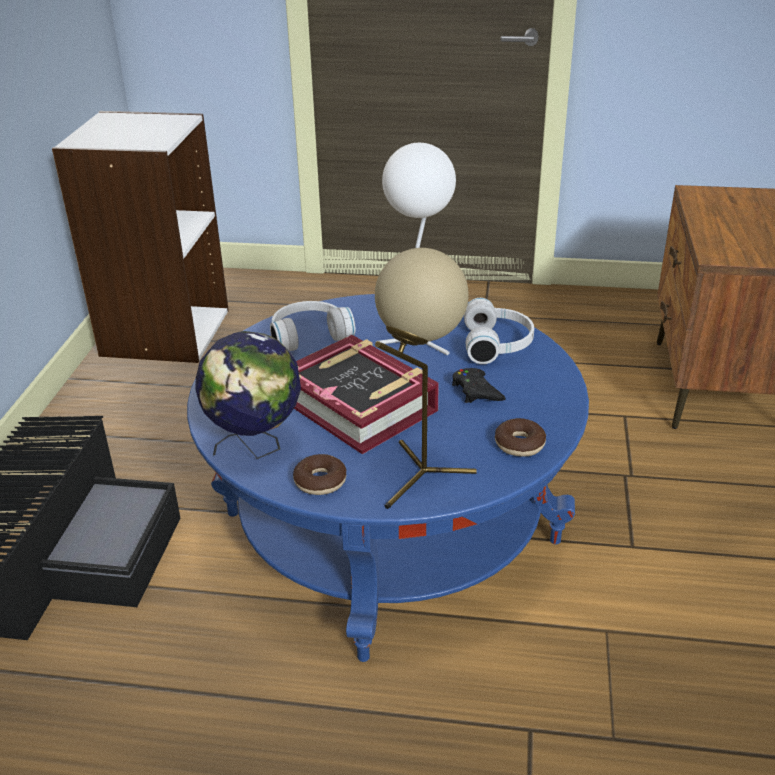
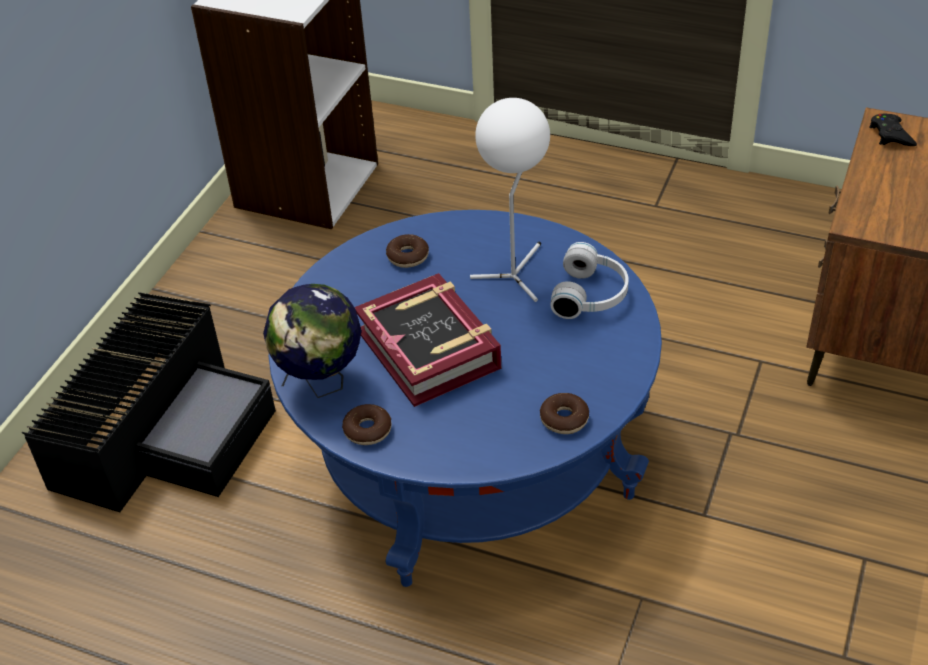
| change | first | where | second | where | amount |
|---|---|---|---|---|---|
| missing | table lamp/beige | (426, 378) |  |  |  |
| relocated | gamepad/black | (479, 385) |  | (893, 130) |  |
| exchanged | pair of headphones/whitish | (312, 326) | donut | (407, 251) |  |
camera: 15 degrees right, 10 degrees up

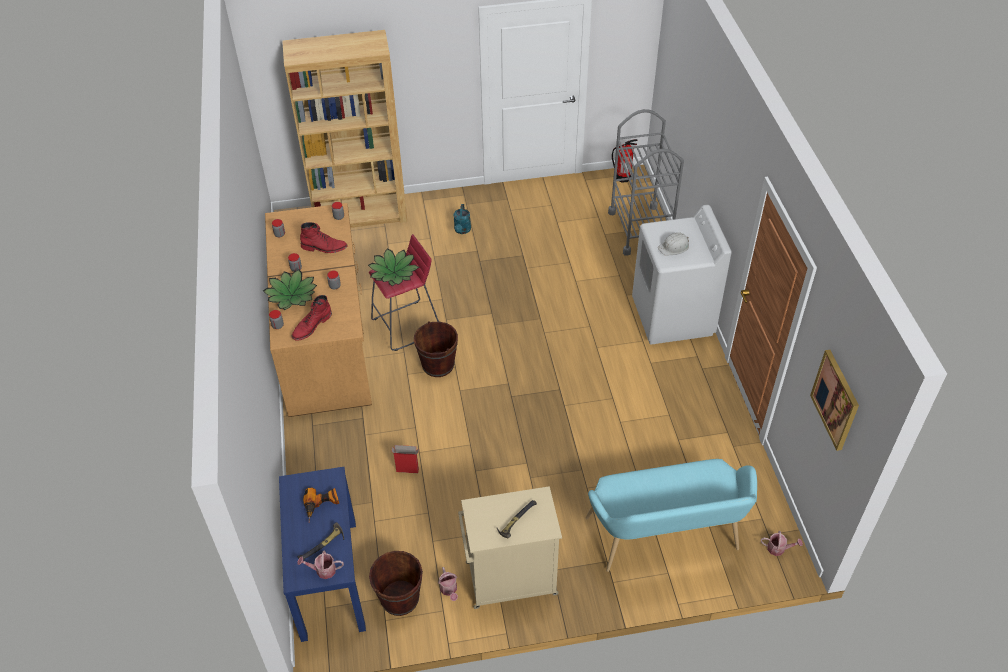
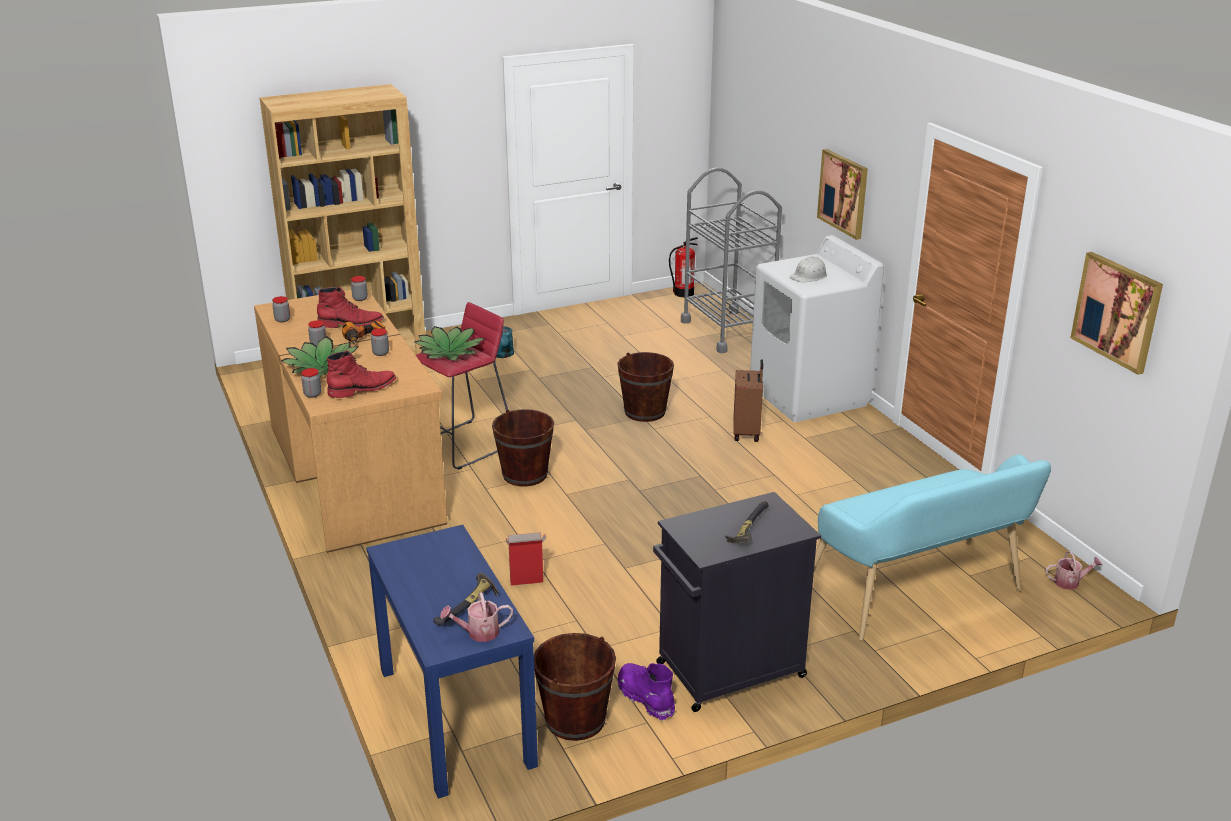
| change | first | where | second | where | amount |
|---|---|---|---|---|---|
| appeared |  |  | bucket/brown | (645, 387) |  |
| appeared |  |  | suitcase/brown | (748, 400) |  |
| appeared |  |  | picture | (842, 194) |  |
| relocated | power drill | (321, 505) |  | (363, 332) |  |
| exchanged | watering can | (448, 584) | boot/purple-coloured | (646, 692) |  |
| colour | storage cabinet/beige | (510, 547) | storage cabinet/black | (737, 602) |  |
| spun | boot/red-coloured | (312, 318) |  | (361, 374) | 150 degrees counterclockwise |
camera: 15 degrees left, 20 degrees down

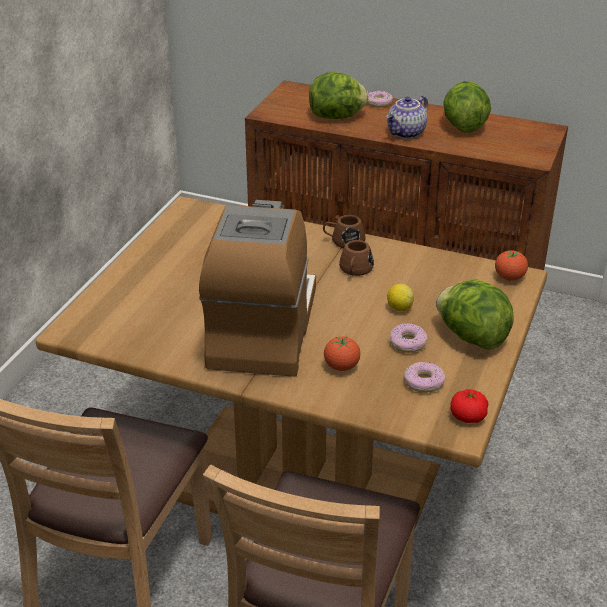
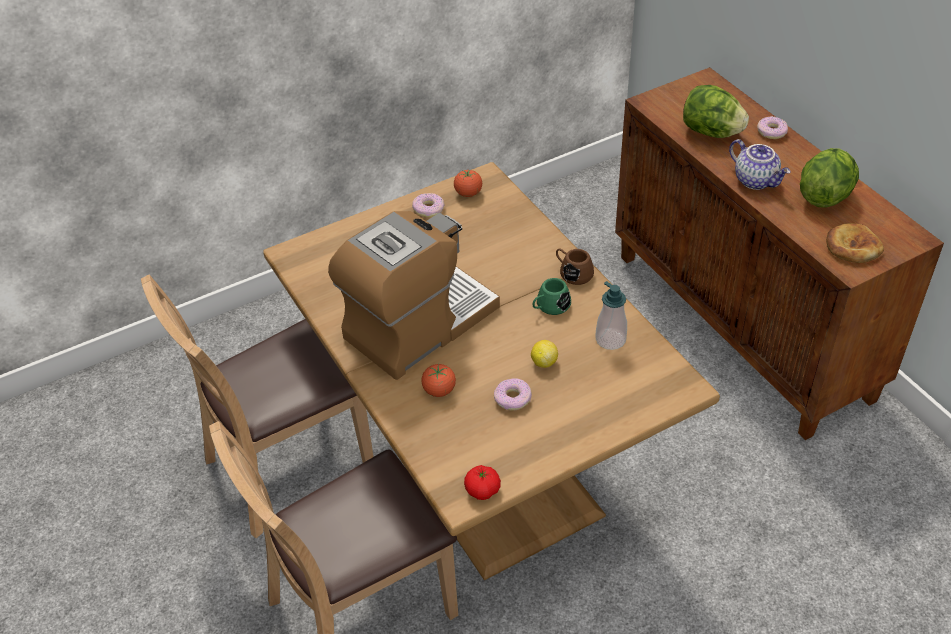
| change | first | where | second | where | amount |
|---|---|---|---|---|---|
| missing | lettuce | (475, 314) |  |  |  |
| appeared |  |  | soap dispenser | (611, 315) |  |
| appeared |  |  | bread | (855, 243) |  |
| relocated | donut | (425, 377) |  | (428, 205) |  |
| relocated | tomato | (511, 265) |  | (468, 183) |  |
| colour | coffee mug/brown | (356, 258) | coffee mug/greenish | (552, 296) |  |
| spun | teapot | (407, 117) |  | (760, 164) | 120 degrees counterclockwise |
camera: 40 degrees right, 10 degrees up

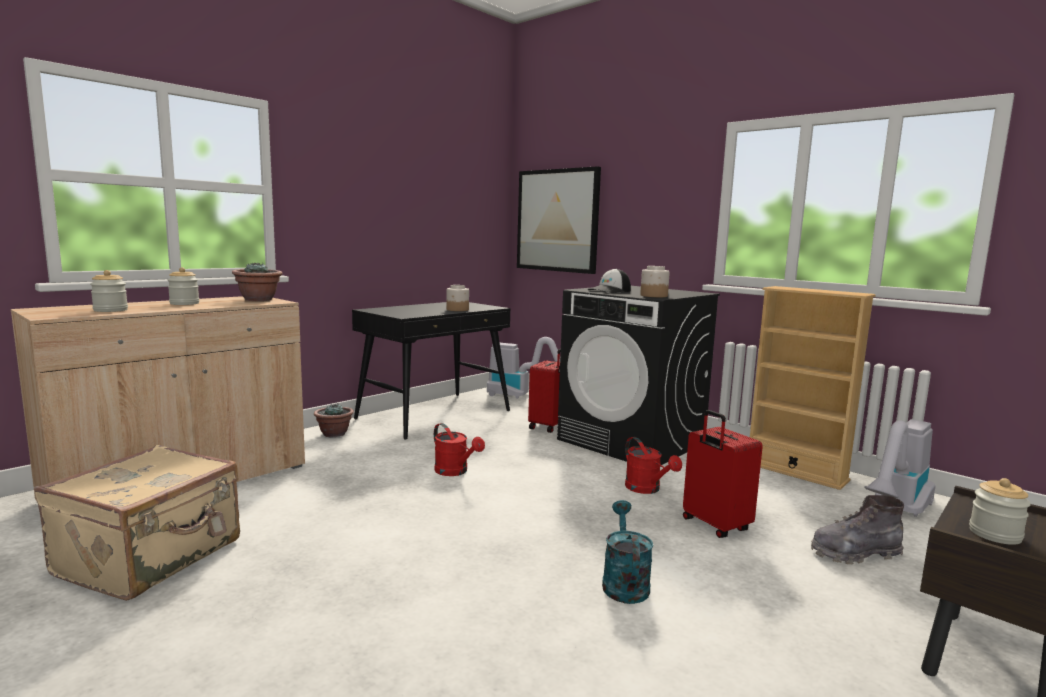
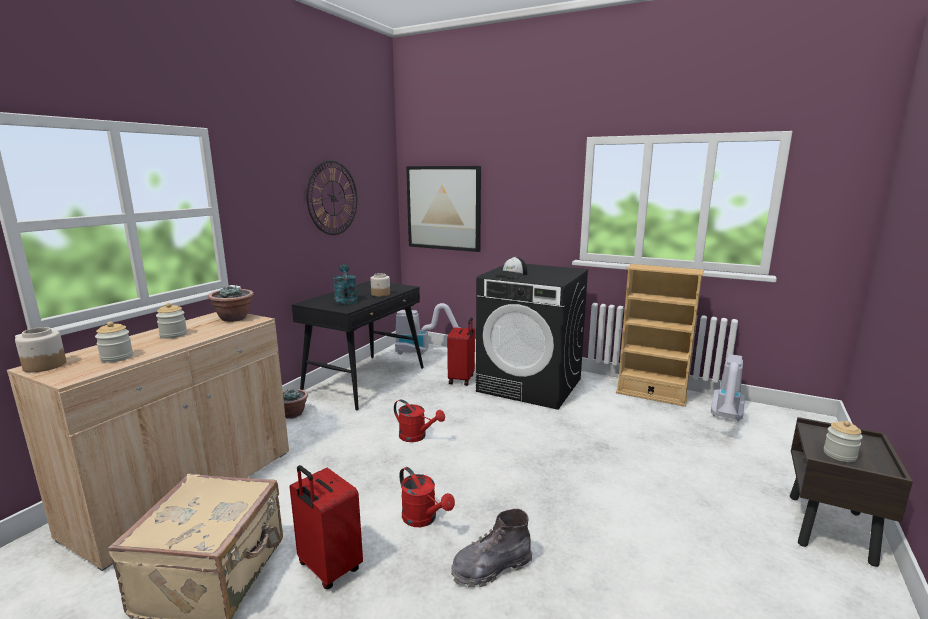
| change | first | where | second | where | amount |
|---|---|---|---|---|---|
| appeared |  |  | hanging clock | (331, 197) |  |
| relocated | watering can/turquoise-coloured | (627, 552) |  | (346, 284) |  |
| relocated | watering can/red-coloured | (653, 465) |  | (427, 497) |  |
| relocated | preserve jar | (655, 281) |  | (40, 349) |  |
| relocated | suitcase/red-coloured | (723, 474) |  | (326, 527) |  |
| relocated | boot/grey | (857, 530) |  | (492, 548) |  |
camera: 15 degrees left, 5 degrees up

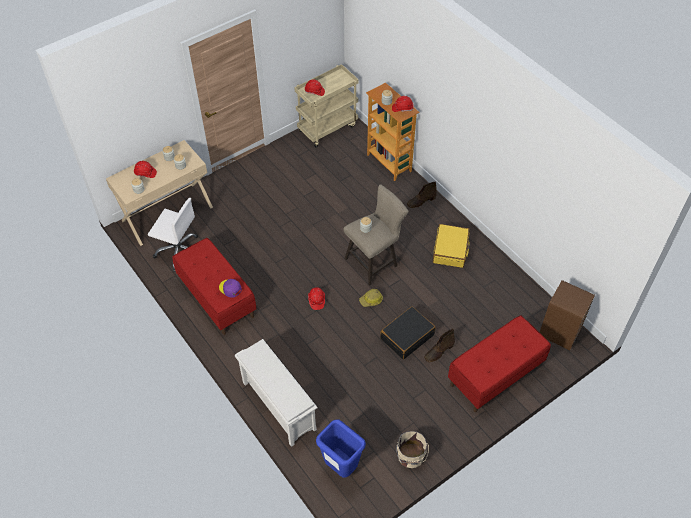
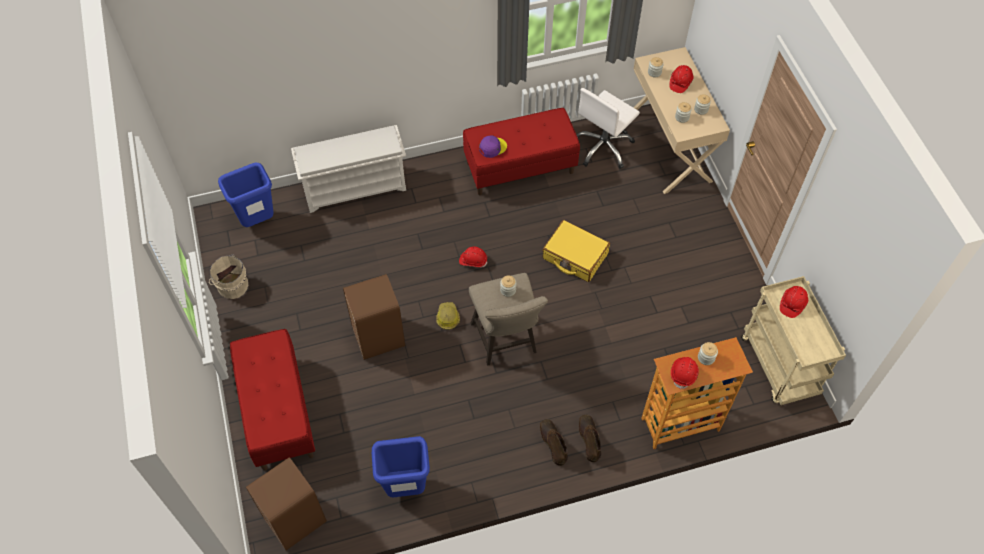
| change | first | where | second | where | amount |
|---|---|---|---|---|---|
| appeared |  |  | rubbish bin/blue-coloured | (401, 466) |  |
| relocated | boot/brown | (439, 345) |  | (554, 442) |  |
| relocated | suitcase/yellow | (451, 246) |  | (576, 251) |  |
| exchanged | suitcase/black | (407, 332) | rubbish bin/brown | (374, 317) |  |
camera: 110 degrees right, 5 degrees up

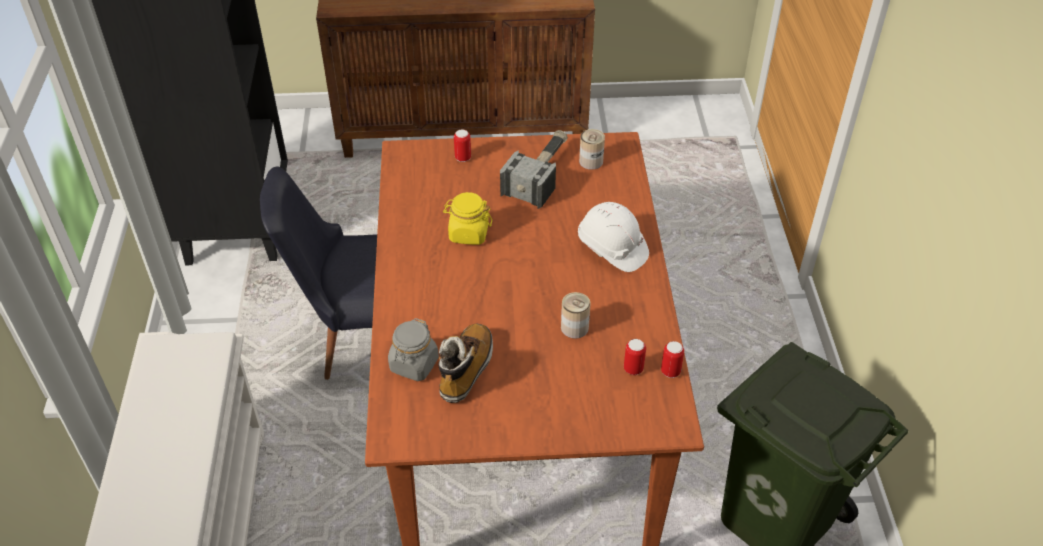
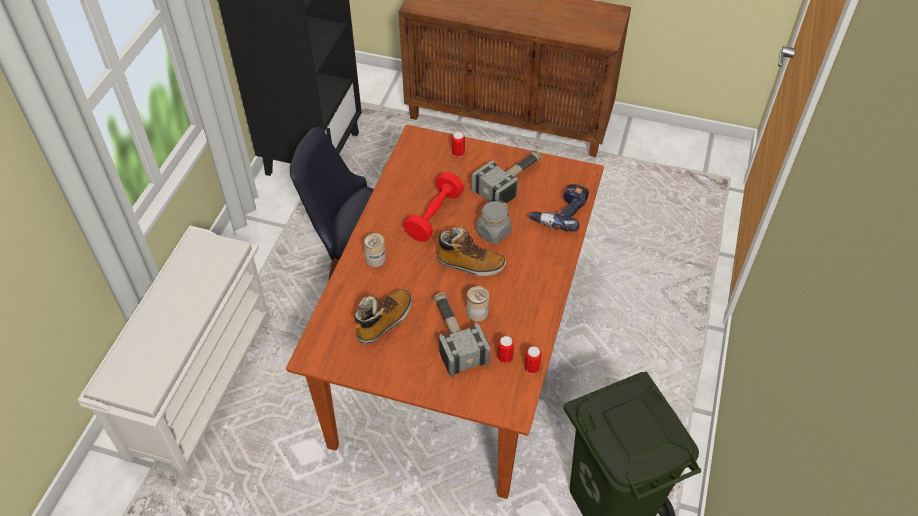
| change | first | where | second | where | amount |
|---|---|---|---|---|---|
| missing | safety helmet/whitish | (613, 237) |  |  |  |
| appeared |  |  | hammer | (461, 335) |  |
| appeared |  |  | boot | (471, 251) |  |
| appeared |  |  | power drill | (559, 208) |  |
| relocated | preserve jar/grey | (413, 349) |  | (494, 222) |  |
| relocated | metal can | (592, 149) |  | (374, 250) |  |
| exchanged | preserve jar/yellow | (467, 218) | hand weight/red-coloured | (433, 207) |  |
camera: 20 degrees right, 5 degrees up

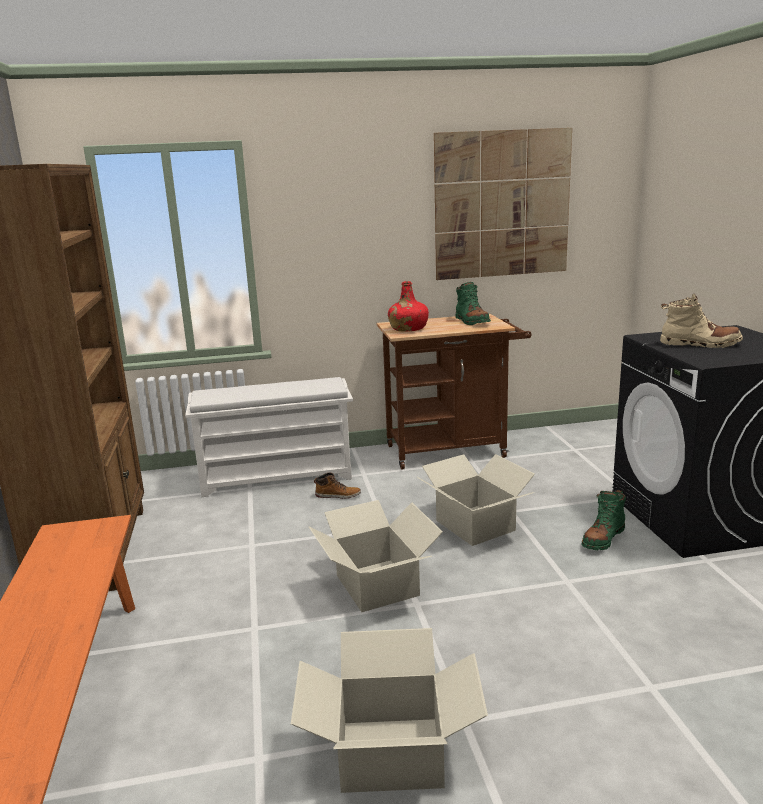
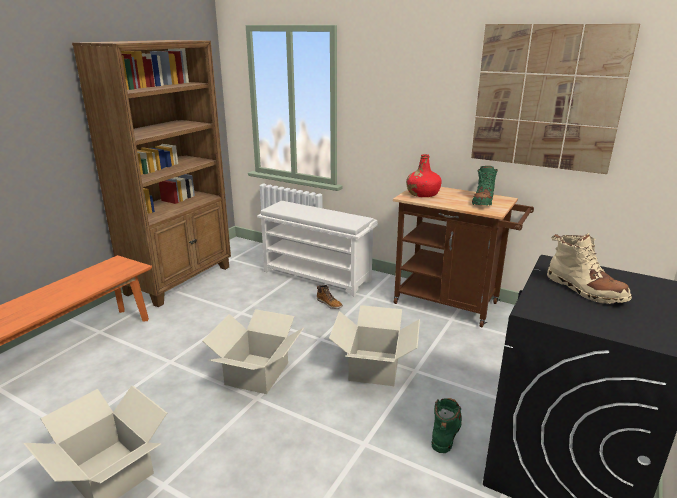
| change | first | where | second | where | amount |
|---|---|---|---|---|---|
| spun | boot/greenish | (603, 520) |  | (446, 425) | 120 degrees clockwise |
camera: 40 degrees right, 5 degrees up

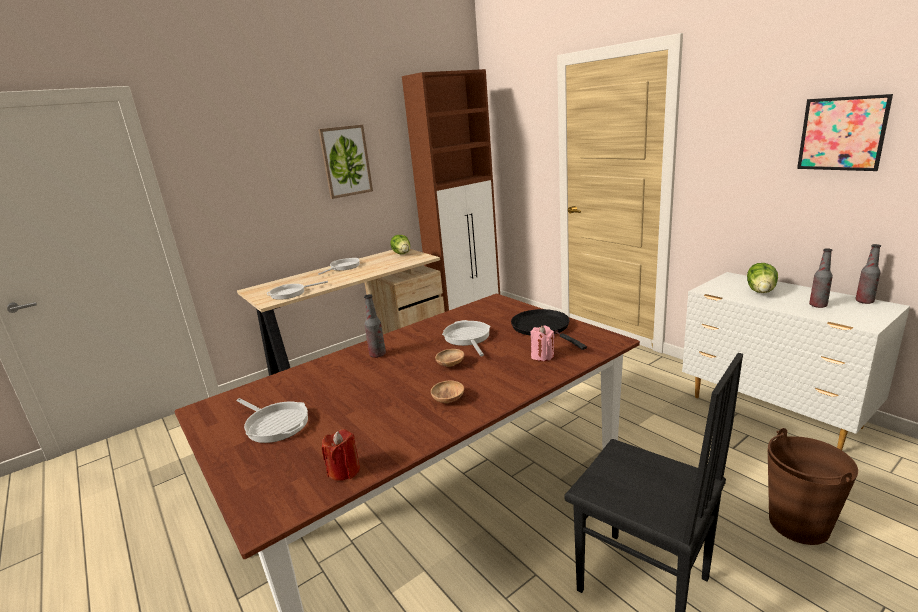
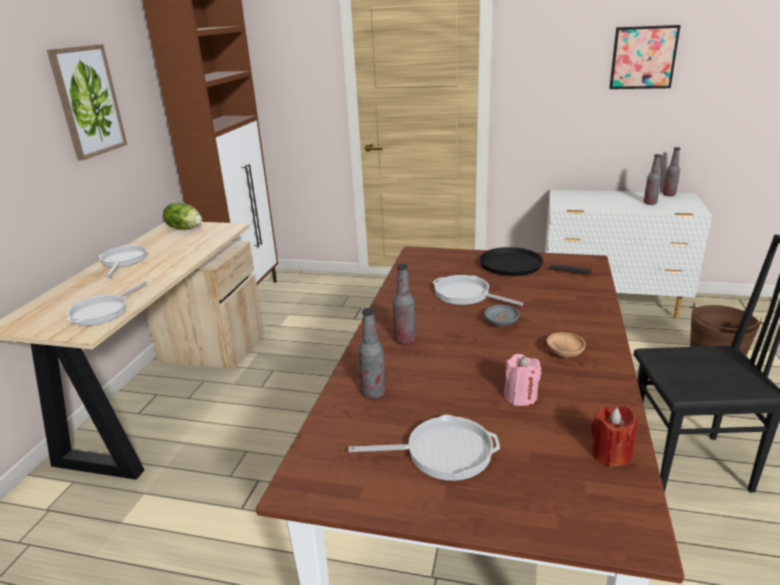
| change | first | where | second | where | amount |
|---|---|---|---|---|---|
| missing | lettuce | (762, 278) |  |  |  |
| appeared |  |  | beverage bottle | (372, 353) |  |
| relocated | candle/pink-coloured | (542, 343) |  | (522, 380) |  |
| colour | deep dish/brown | (449, 358) | deep dish/grey | (501, 315) |  |
camera: 40 degrees left, 5 degrees up

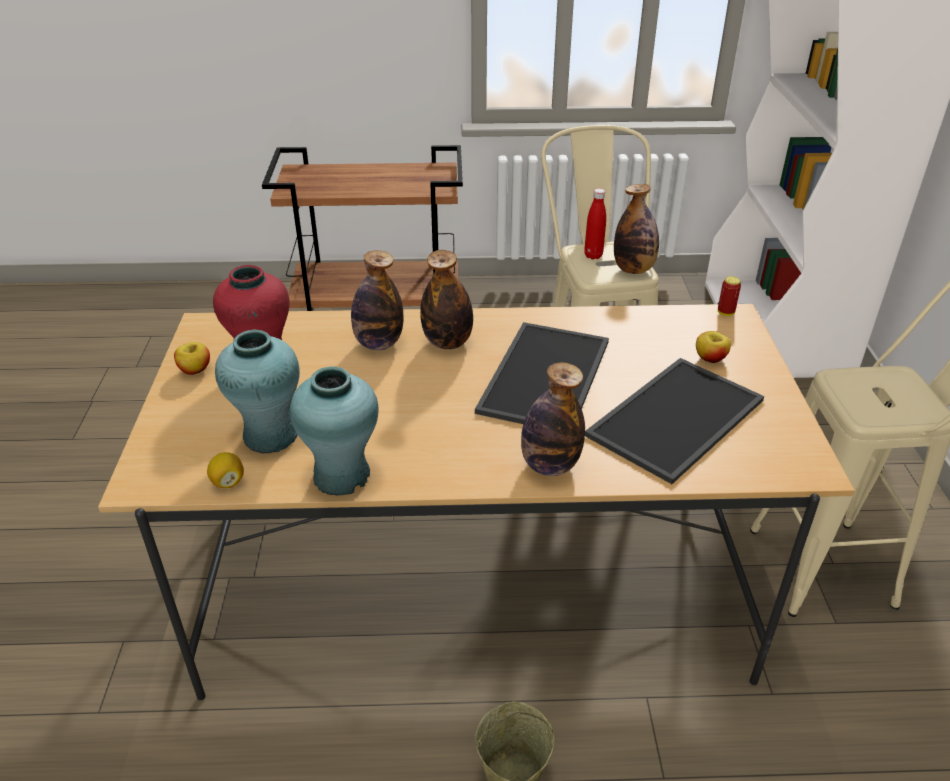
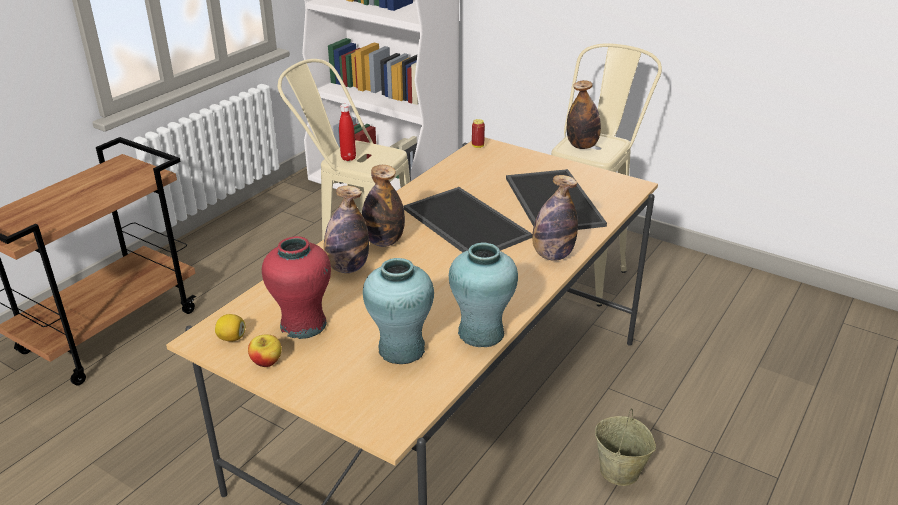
| change | first | where | second | where | amount |
|---|---|---|---|---|---|
| missing | whole apple | (713, 347) |  |  |  |
| relocated | lemon | (225, 470) |  | (230, 327) |  |
| relocated | beverage bottle | (636, 229) |  | (584, 114) |  |
camera: 55 degrees left, 5 degrees down

